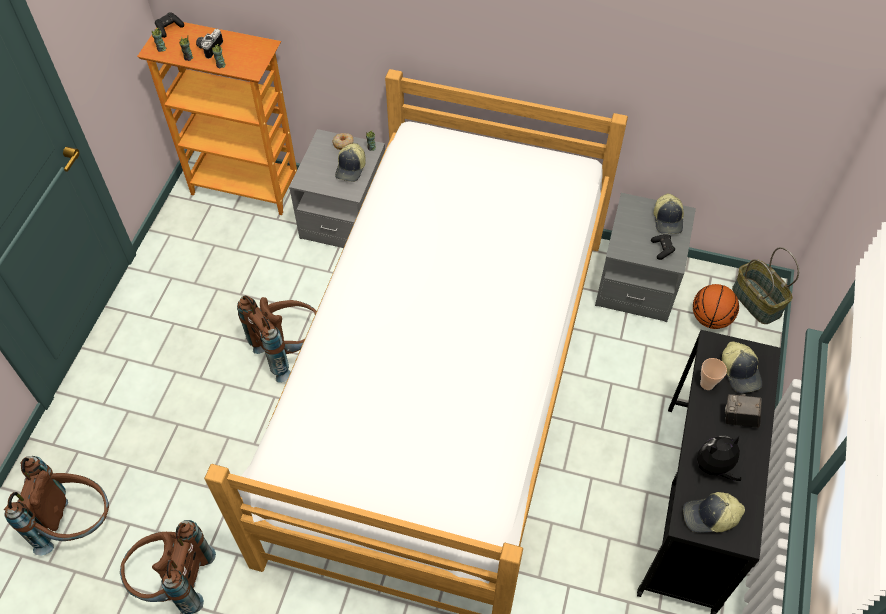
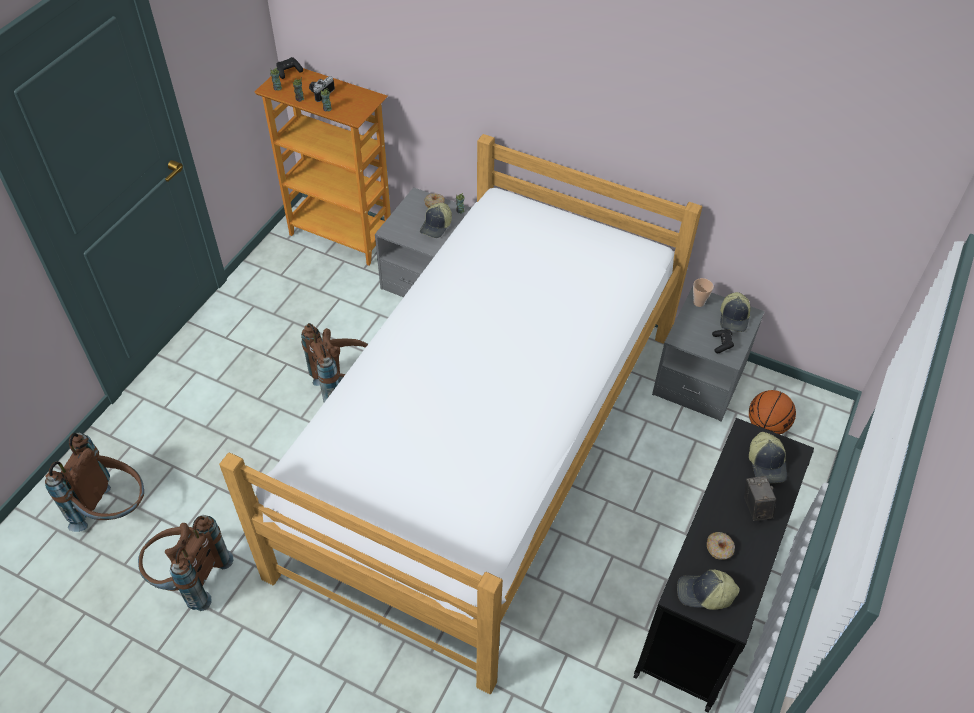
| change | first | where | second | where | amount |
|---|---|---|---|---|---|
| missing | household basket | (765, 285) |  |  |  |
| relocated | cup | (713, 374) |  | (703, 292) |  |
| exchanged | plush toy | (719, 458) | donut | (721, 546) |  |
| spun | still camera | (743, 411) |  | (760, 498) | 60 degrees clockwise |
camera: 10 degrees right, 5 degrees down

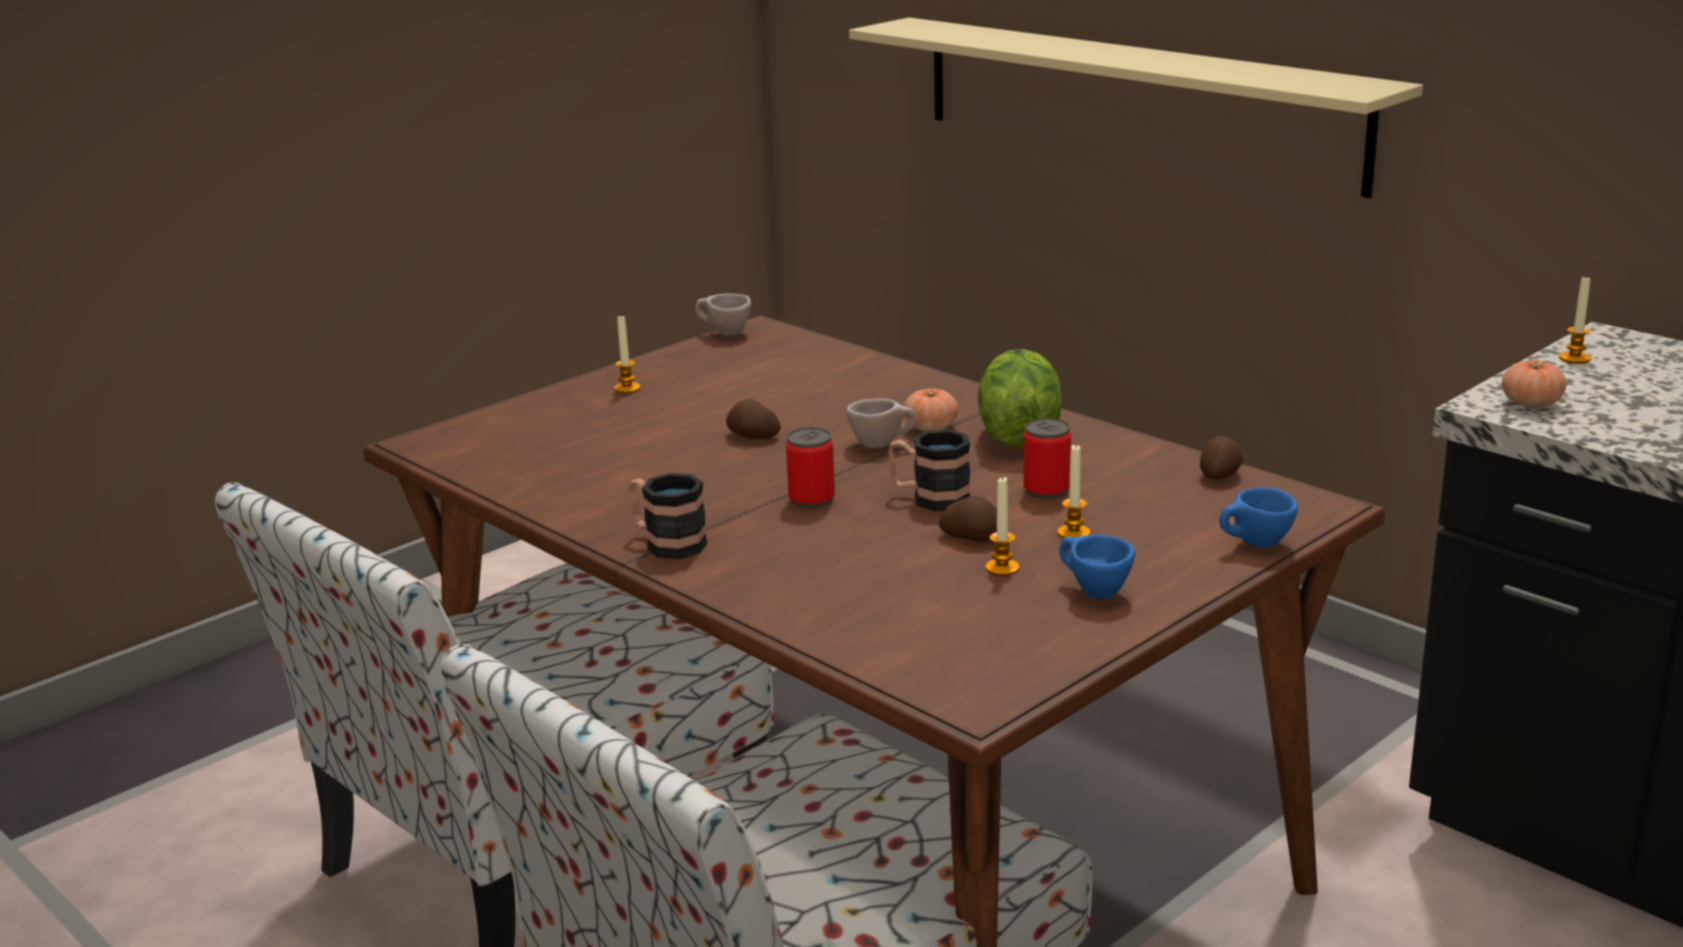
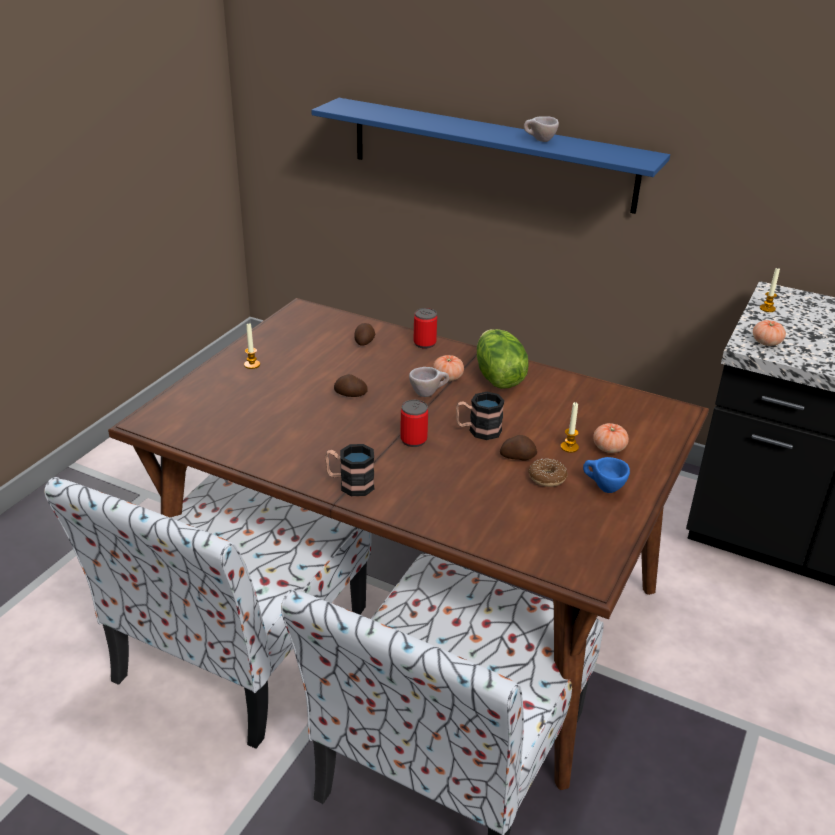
| change | first | where | second | where | amount |
|---|---|---|---|---|---|
| missing | cup/blue-coloured | (1258, 517) |  |  |  |
| appeared |  |  | tomato | (611, 438) |  |
| relocated | cup/beige | (723, 315) |  | (541, 129) |  |
| relocated | metal can | (1047, 458) |  | (425, 328) |  |
| relocated | spud | (1221, 458) |  | (364, 334) |  |
| exchanged | candle | (1002, 526) | donut | (548, 473) |  |
| colour | bracket shelf/beige | (1136, 107) | bracket shelf/blue-coloured | (490, 156) |  |
camera: 20 degrees left, 10 degrees up

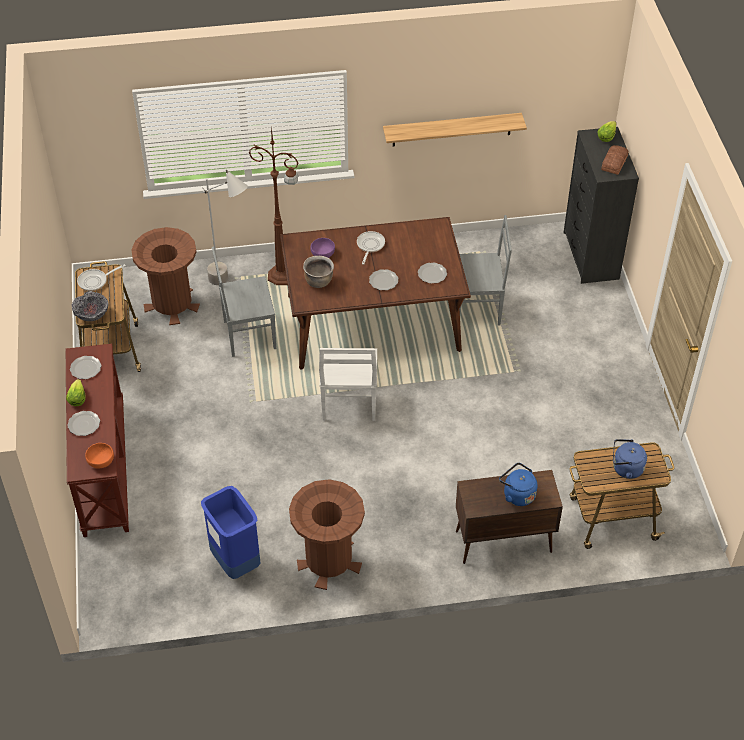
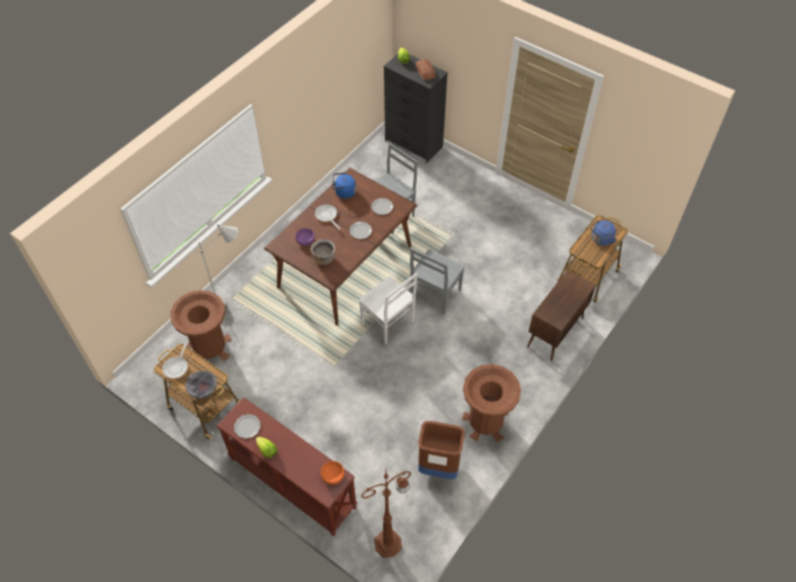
| change | first | where | second | where | amount |
|---|---|---|---|---|---|
| missing | flat dish | (83, 423) |  |  |  |
| missing | bracket shelf | (455, 129) |  |  |  |
| relocated | upright chair/grey | (244, 302) |  | (437, 281) |  |
| relocated | standing lamp/brown | (273, 206) |  | (386, 514) |  |
| relocated | kettle/blue-coloured | (518, 484) |  | (344, 185) |  |
| colour | rubbish bin/blue-coloured | (231, 532) | rubbish bin/brown | (441, 450) |  |
camera: 45 degrees left, 5 degrees up

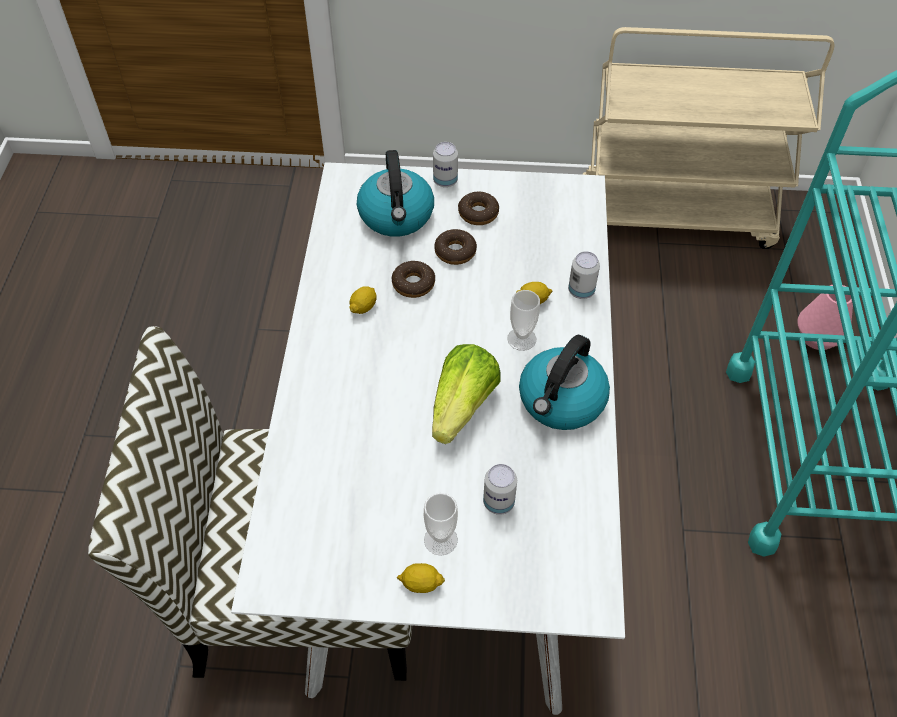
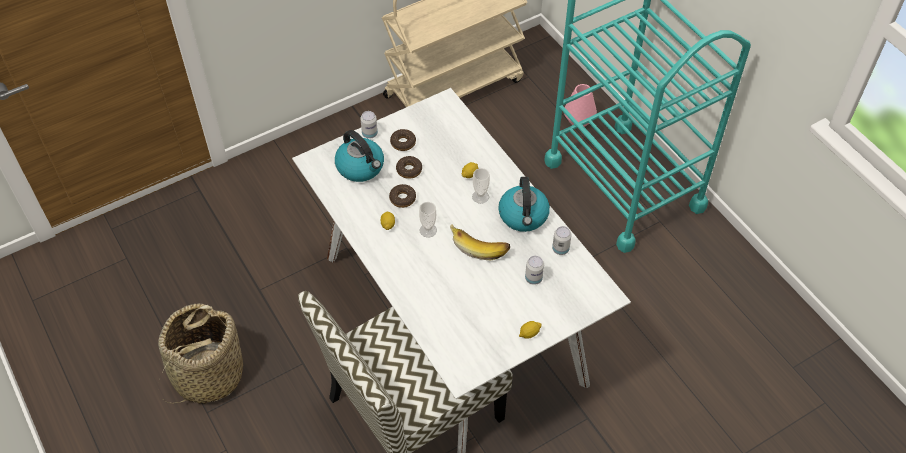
| change | first | where | second | where | amount |
|---|---|---|---|---|---|
| appeared |  |  | household basket | (200, 353) |  |
| relocated | cup | (441, 524) |  | (428, 220) |  |
| relocated | metal can | (584, 275) |  | (562, 240) |  |
| exchanged | lettuce | (466, 394) | banana | (480, 242) |  |
camera: 35 degrees left, 0 degrees up

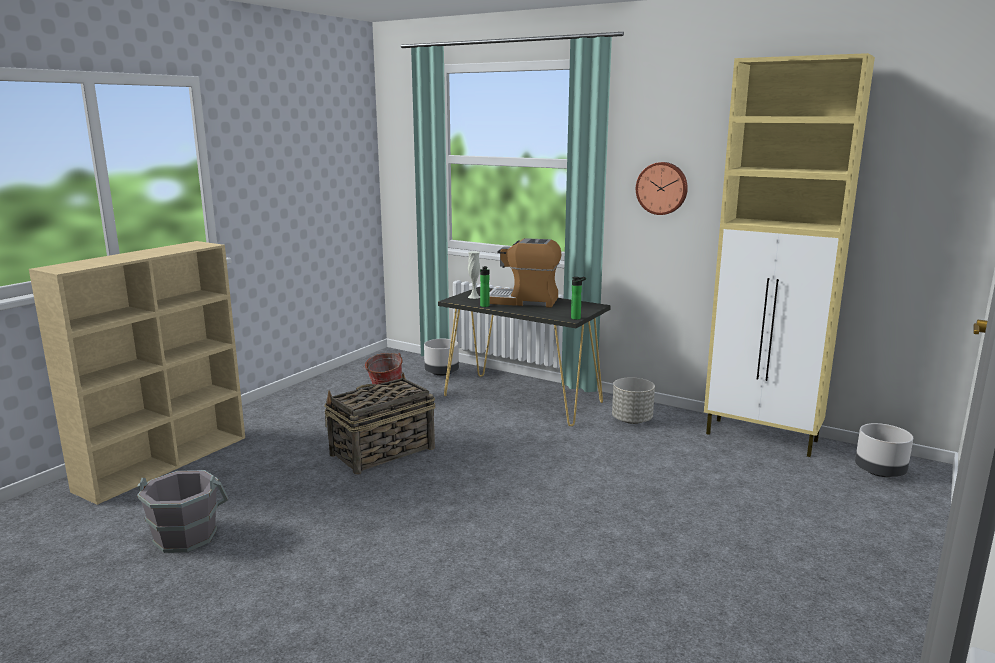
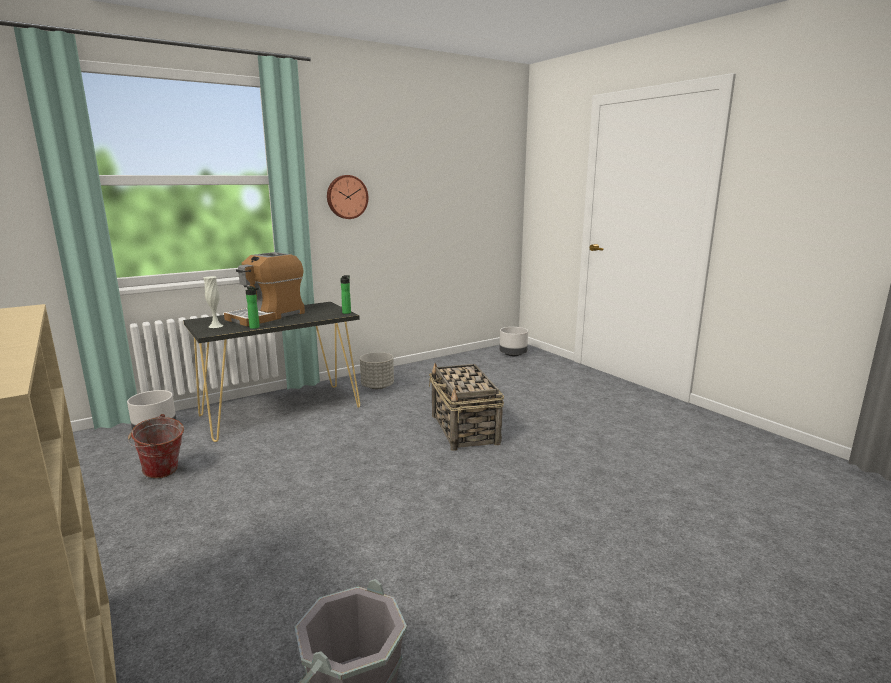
| change | first | where | second | where | amount |
|---|---|---|---|---|---|
| missing | storage cabinet/beige | (789, 255) |  |  |  |
| relocated | household basket | (380, 423) |  | (466, 407) |  |
camera: 65 degrees left, 0 degrees up

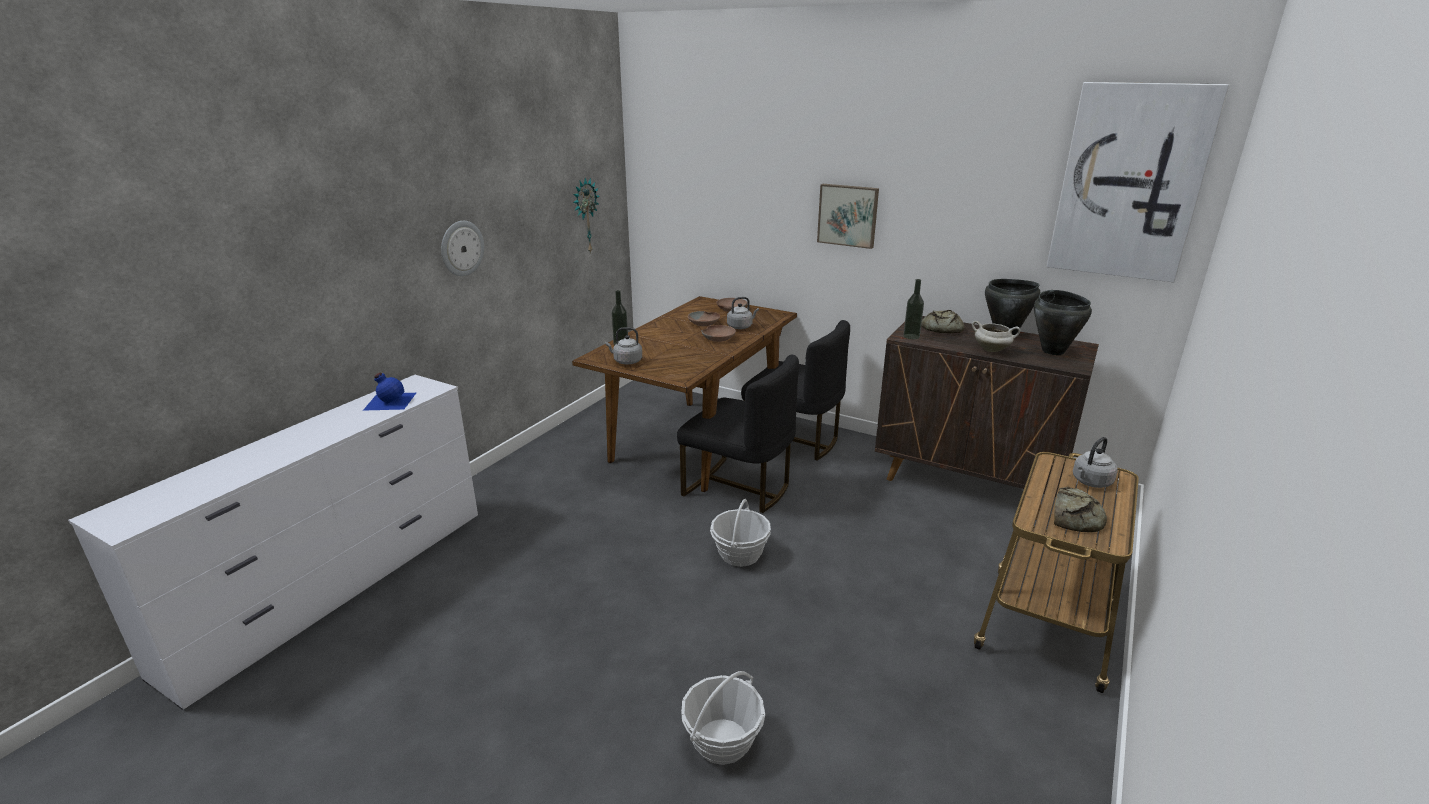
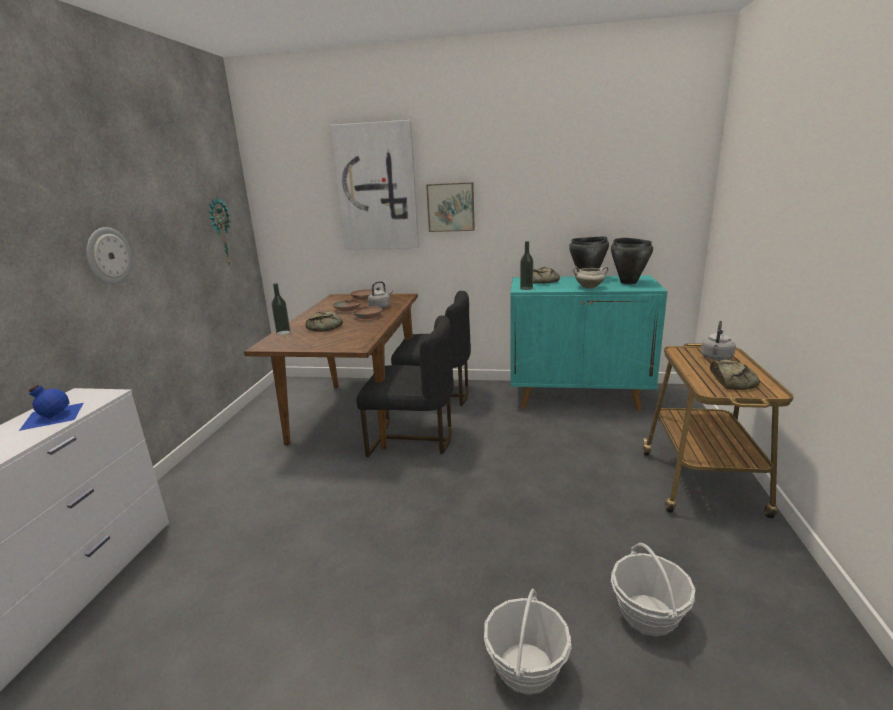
| change | first | where | second | where | amount |
|---|---|---|---|---|---|
| missing | kettle/grey | (623, 345) |  |  |  |
| appeared |  |  | bread | (324, 321) |  |
| relocated | household basket | (740, 533) |  | (653, 590) |  |
| relocated | picture | (1138, 182) |  | (375, 185) |  |
| colour | storage cabinet/brown | (987, 418) | storage cabinet/turquoise-coloured | (589, 343) |  |
camera: 20 degrees left, 5 degrees down

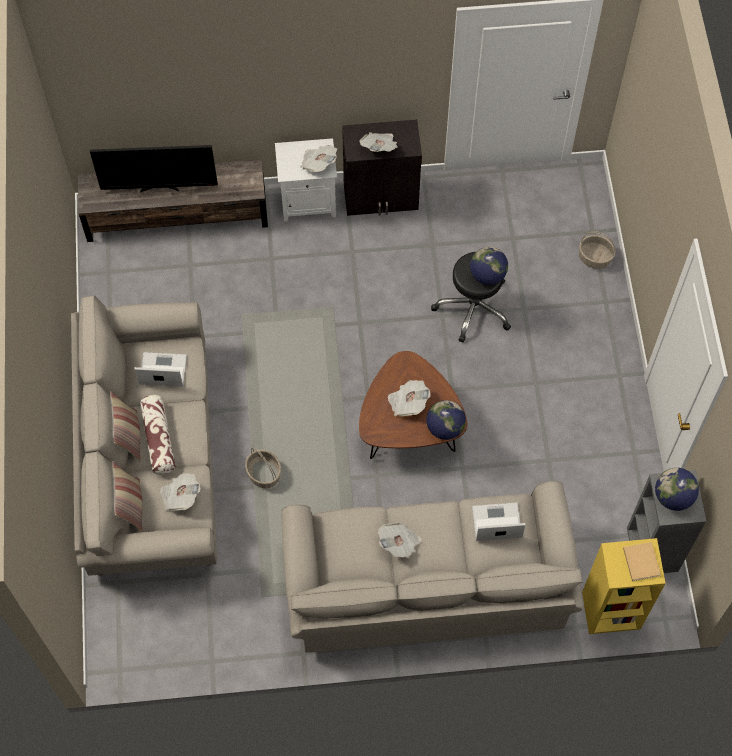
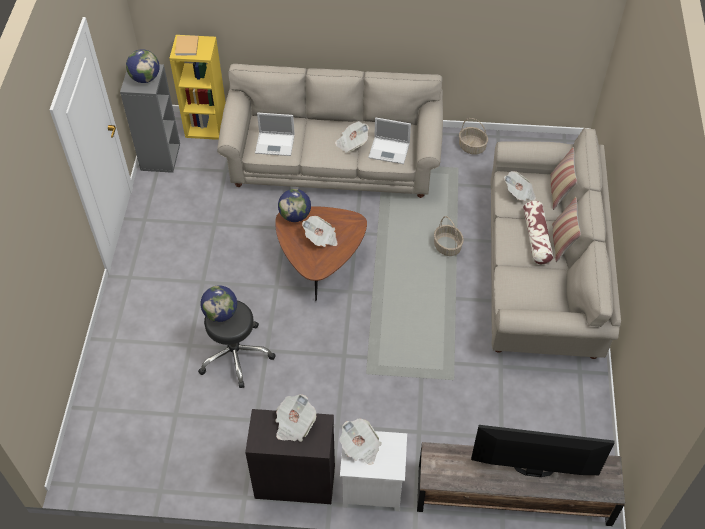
| change | first | where | second | where | amount |
|---|---|---|---|---|---|
| relocated | laptop | (160, 369) |  | (389, 140) |  |
| relocated | household basket | (597, 250) |  | (473, 136) |  |
camera: 170 degrees left, 10 degrees down

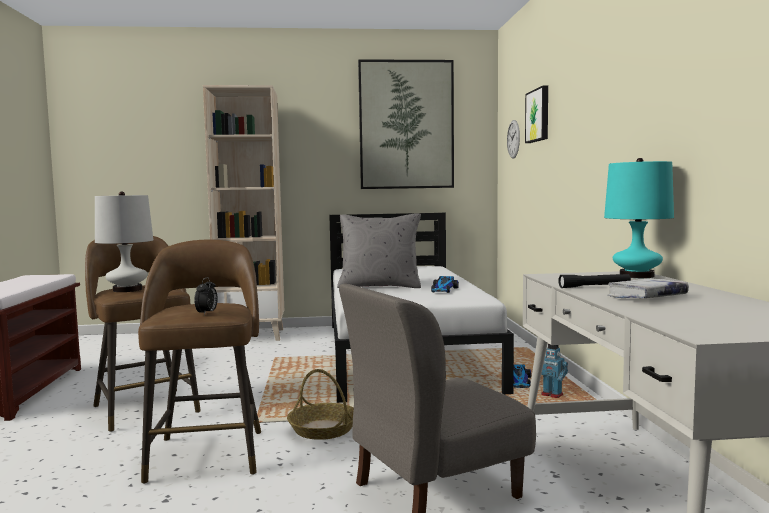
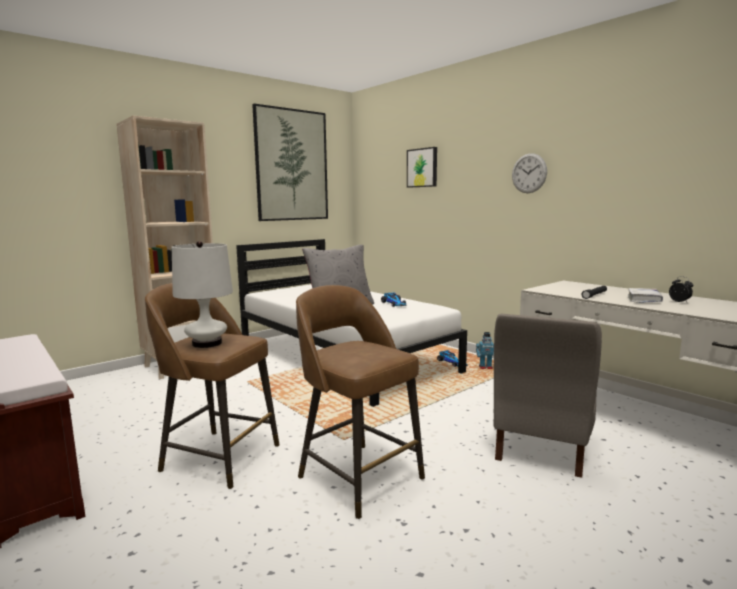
| change | first | where | second | where | amount |
|---|---|---|---|---|---|
| missing | household basket | (320, 404) |  |  |  |
| missing | table lamp/turquoise-coloured | (639, 218) |  |  |  |
| relocated | alarm clock | (206, 296) |  | (681, 289) |  |
| relocated | hanging clock | (513, 139) |  | (529, 173) |  |
camera: 35 degrees left, 5 degrees up

